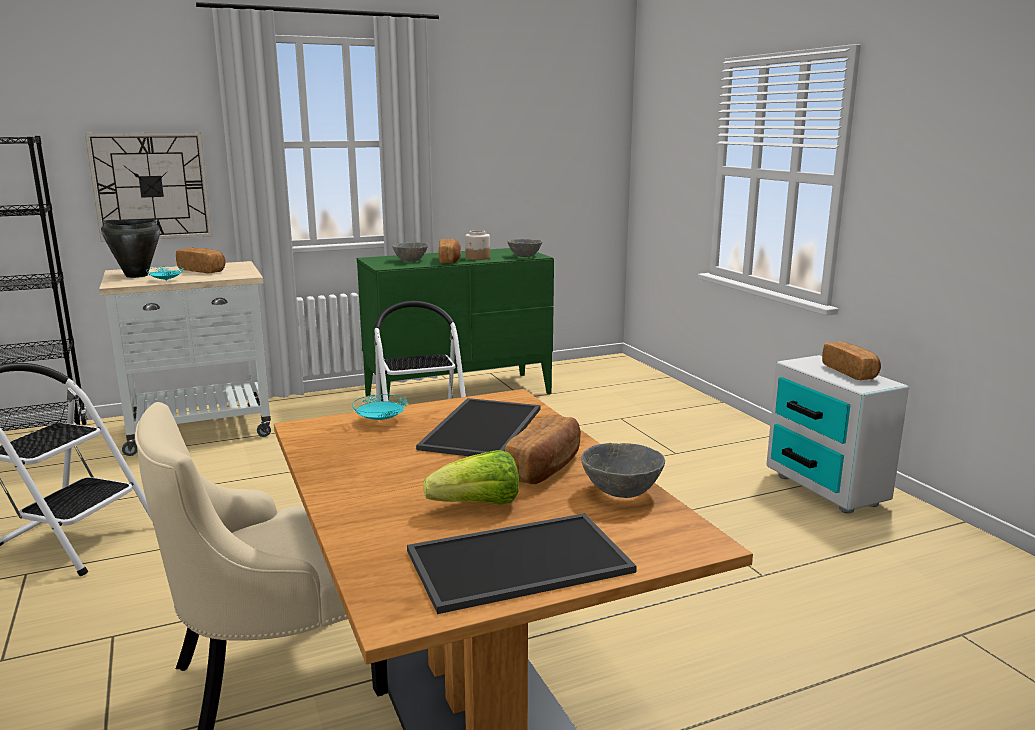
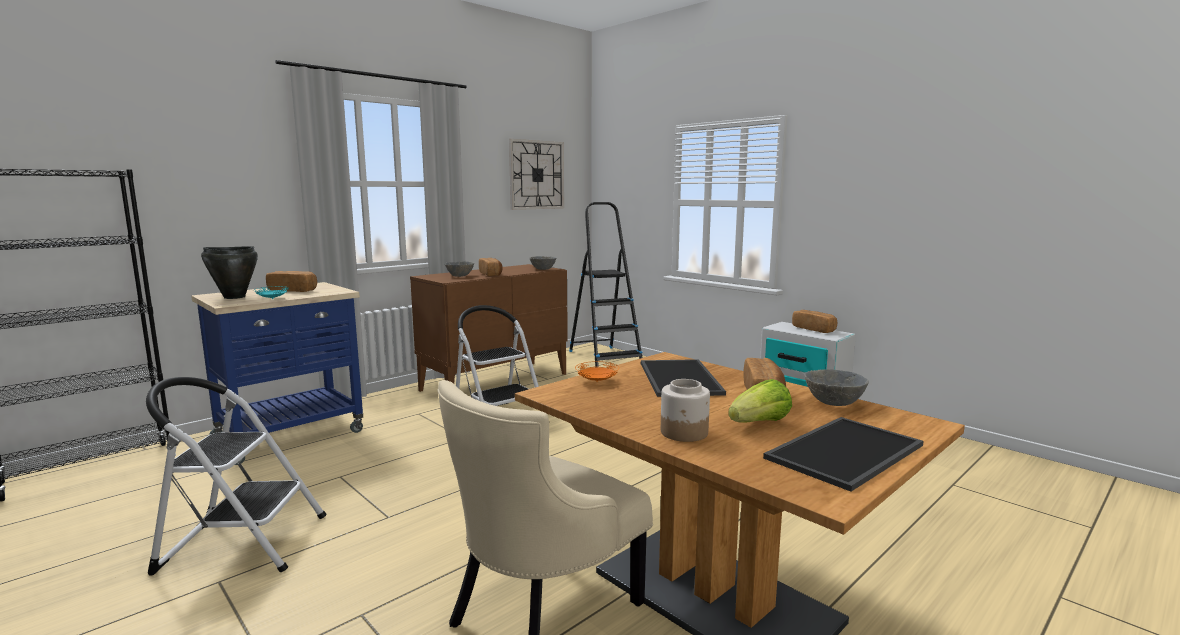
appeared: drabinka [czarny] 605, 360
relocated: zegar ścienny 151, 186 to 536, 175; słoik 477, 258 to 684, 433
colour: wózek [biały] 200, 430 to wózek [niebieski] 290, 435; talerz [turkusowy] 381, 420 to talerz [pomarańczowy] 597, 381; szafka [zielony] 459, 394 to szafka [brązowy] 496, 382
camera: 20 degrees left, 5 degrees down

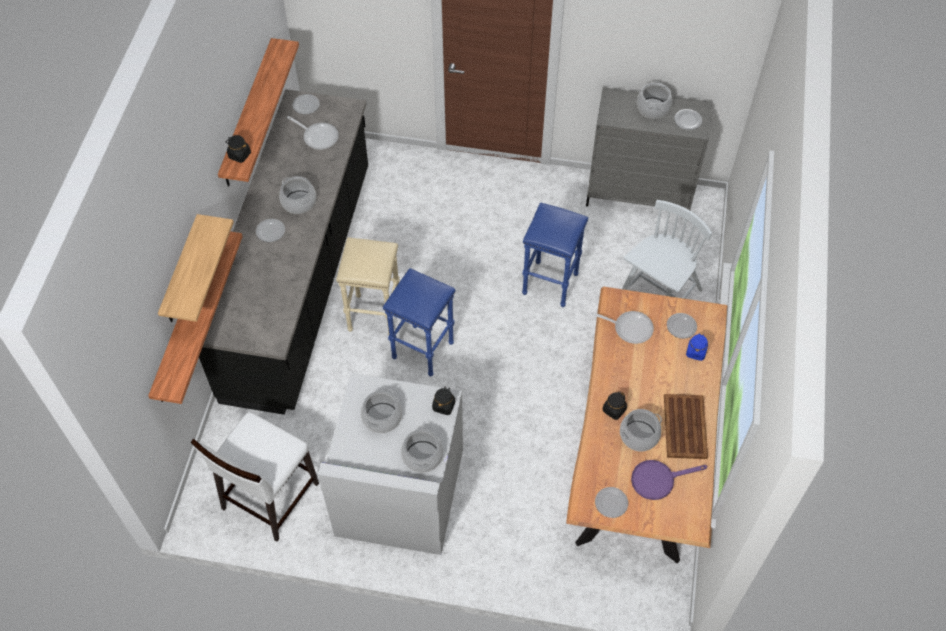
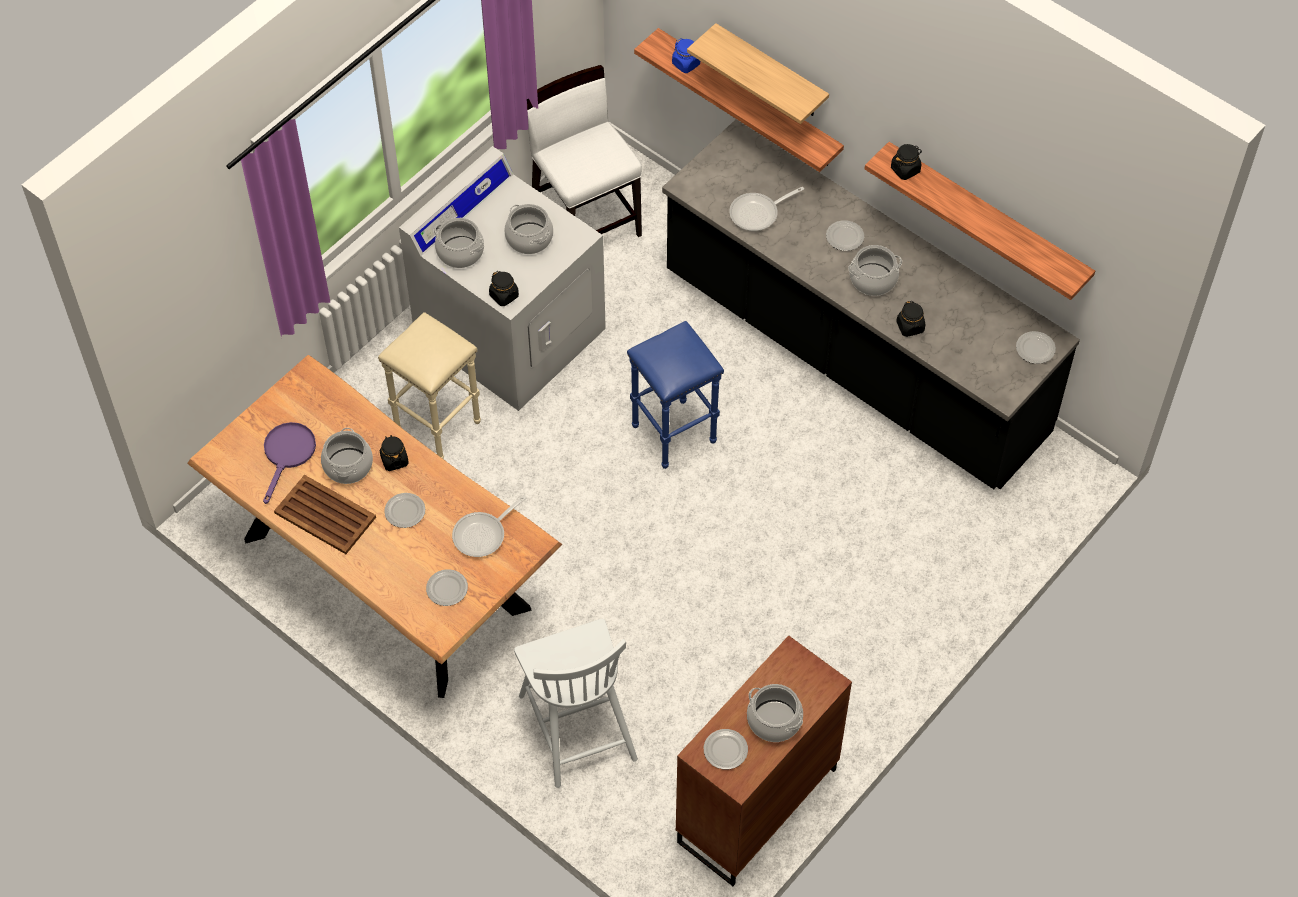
missing: stołek [niebieski] 551, 283
appeared: słoik [czarny] 910, 327
relocated: patelnia 318, 136 to 758, 213; stołek [beżowy] 373, 314 to 439, 425; talerz 610, 503 to 405, 511; słoik [niebieski] 696, 352 to 686, 64
colour: komoda [szary] 639, 195 to komoda [brązowy] 757, 807
camera: 120 degrees right, 0 degrees up

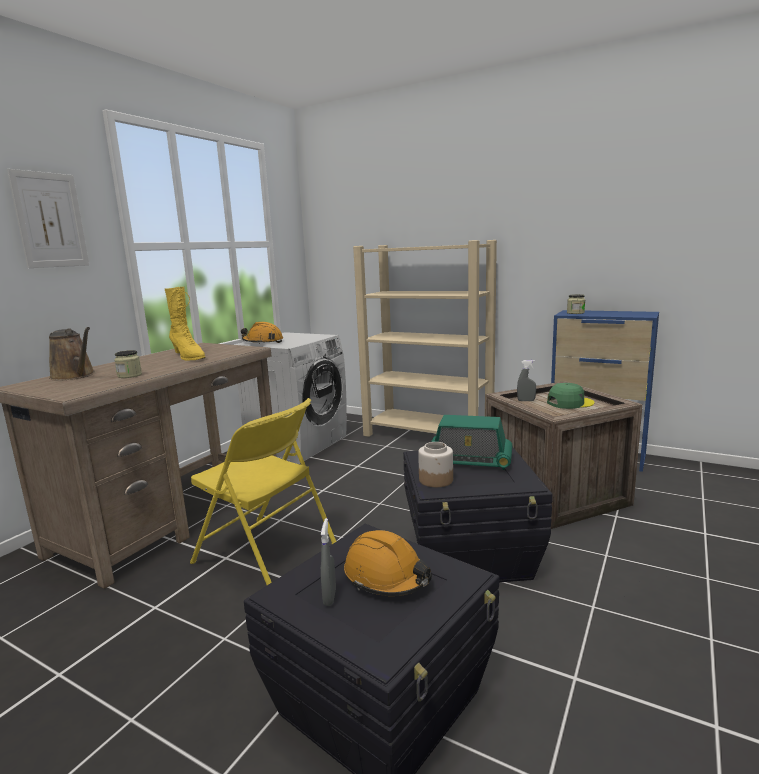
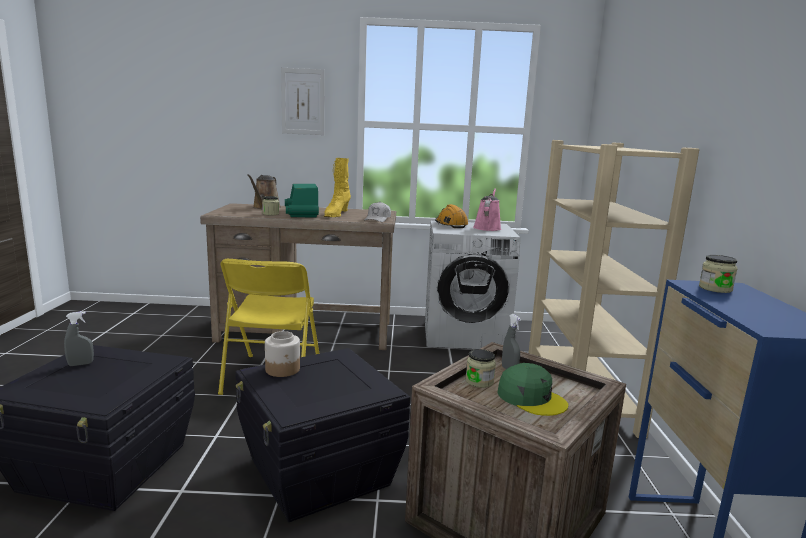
missing: kask [pomarańczowy] 387, 577
appeared: czapka z daszkiem [biały] 378, 219; słoik 479, 381; konewka [różowy] 487, 228
relocated: radio 469, 460 to 302, 213
camera: 60 degrees right, 0 degrees up

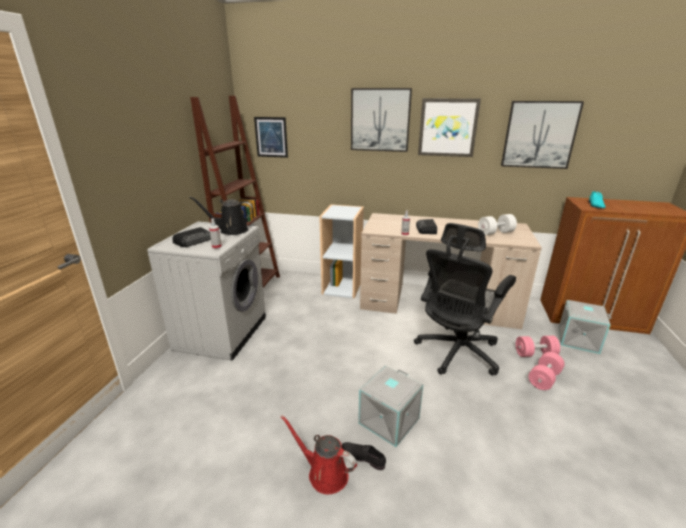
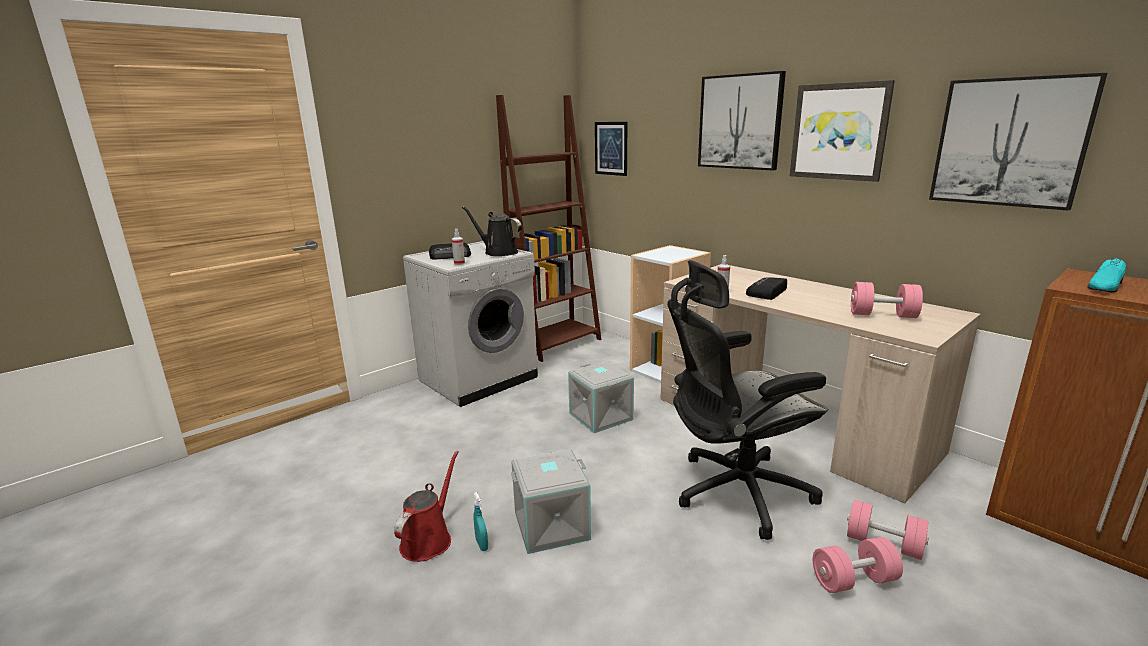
relocated: pojemnik do przechowywania [szary] 578, 339 to 602, 416
exchanged: but [czarny] 363, 456 to spryskiwacz [turkusowy] 482, 545
colour: hantel [biały] 495, 233 to hantel [różowy] 882, 315
spun: konewka [czerwony] 324, 473 = 429, 539 45 degrees clockwise
camera: 35 degrees right, 5 degrees down

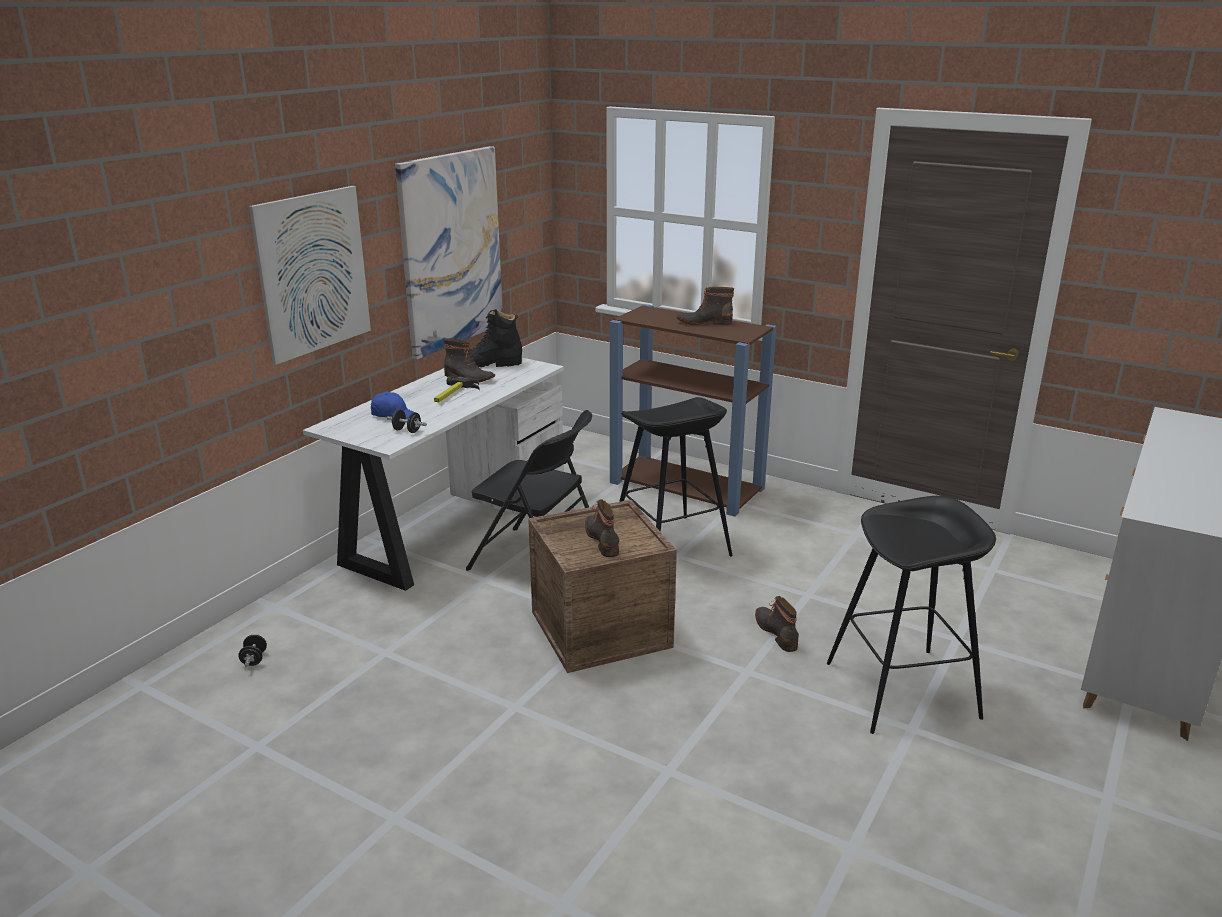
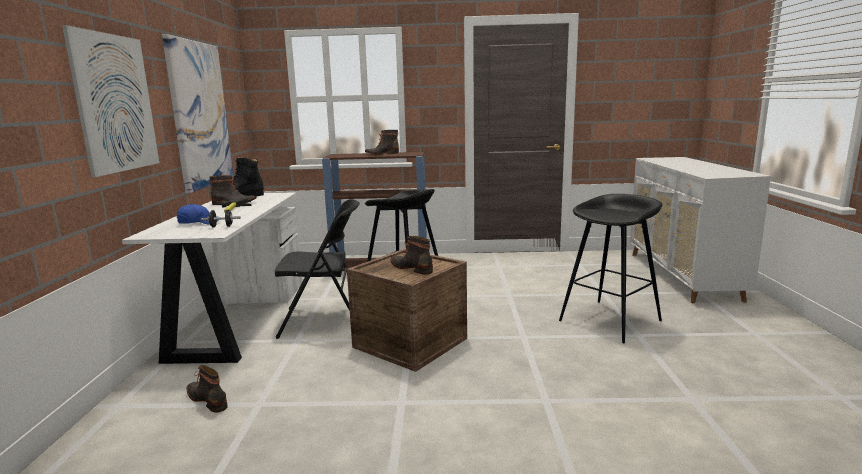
missing: hantel [czarny] 254, 659
relocated: but z cholewką 777, 632 to 208, 399
camera: 30 degrees left, 10 degrees down

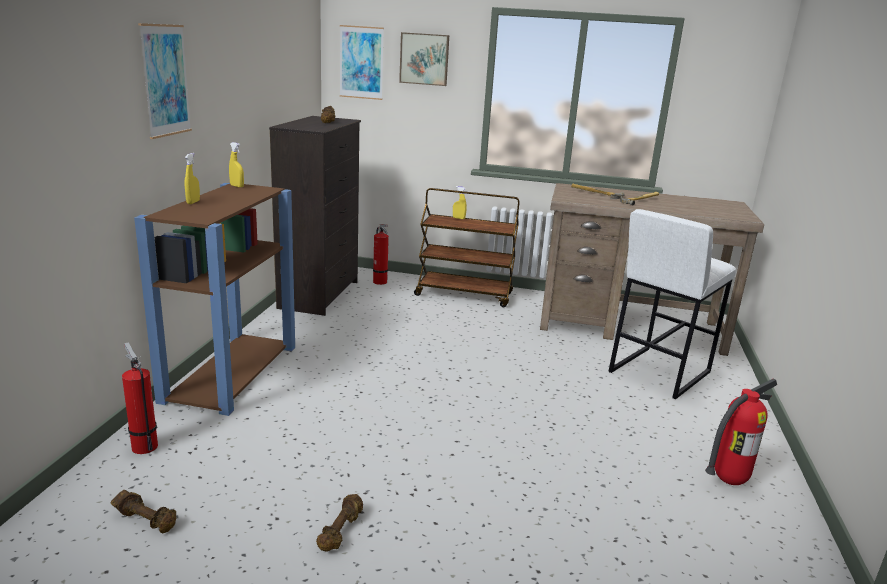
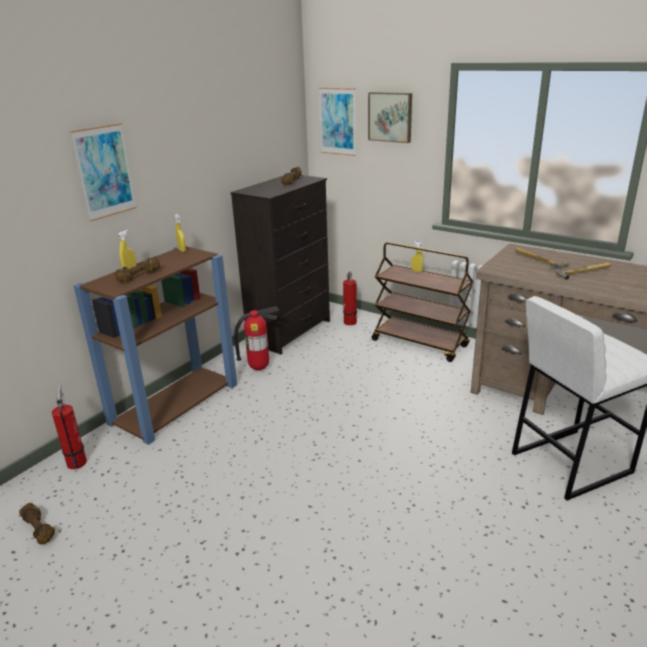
relocated: hantel [brązowy] 341, 531 to 139, 276; gaśnica 728, 480 to 259, 368
camera: 25 degrees right, 5 degrees up

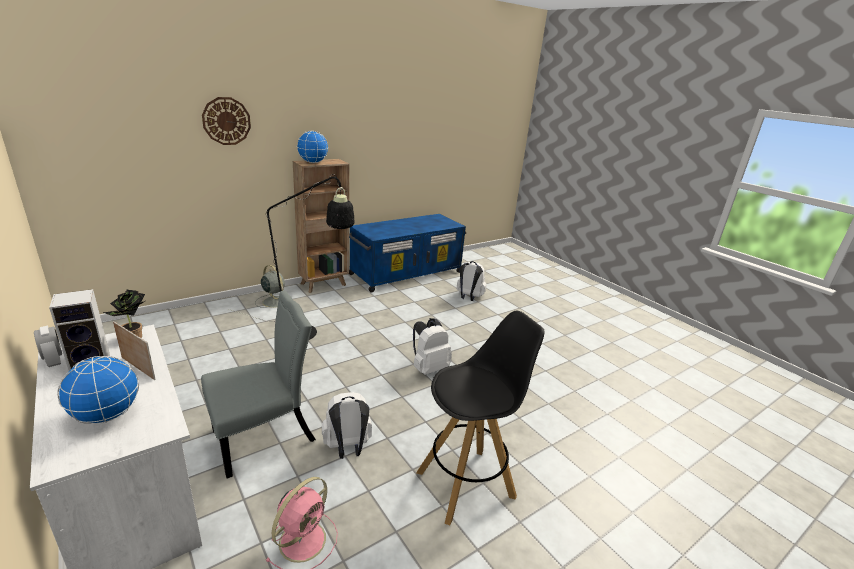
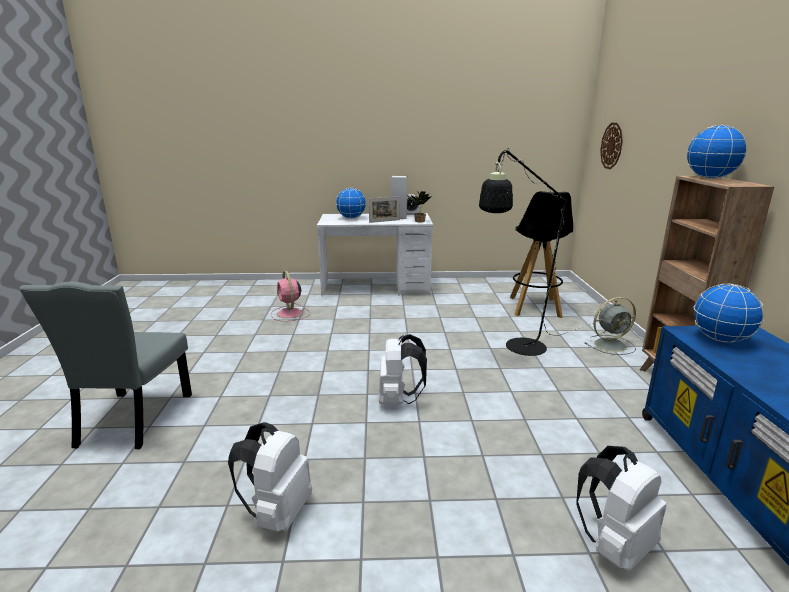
appeared: globus 720, 339
relocated: krzesło [szary] 262, 438 to 134, 418; zegar ścienny 226, 121 to 612, 146; plecak [biały] 347, 448 to 277, 513; stołek [czarny] 467, 484 to 534, 307
camera: 125 degrees right, 5 degrees down

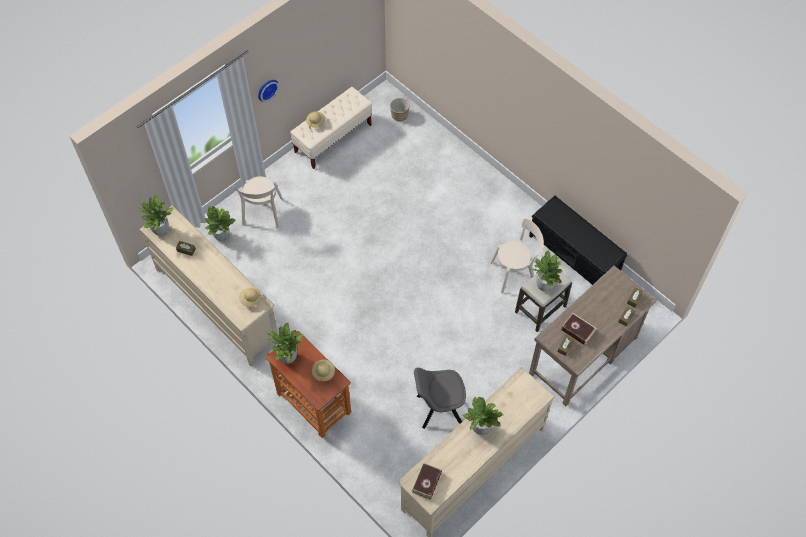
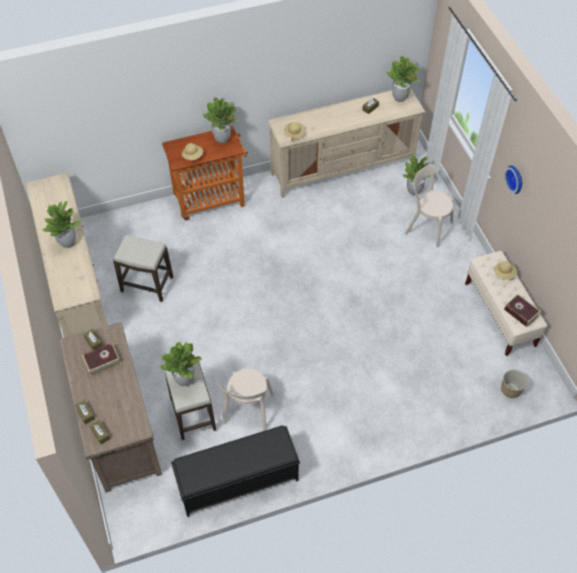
relocated: książka 426, 482 to 521, 313
exchanged: krzesło [szary] 438, 409 to stołek 147, 284
camera: 115 degrees right, 5 degrees down

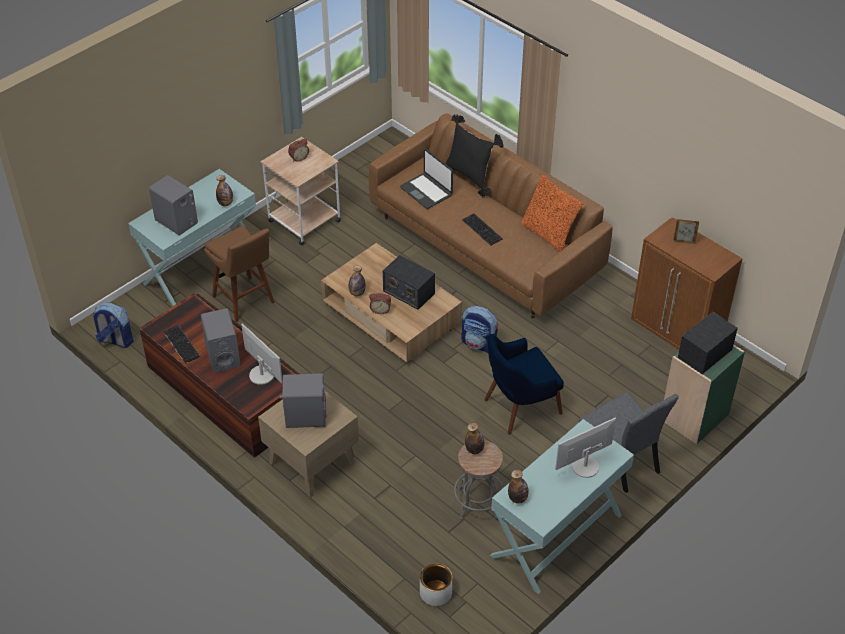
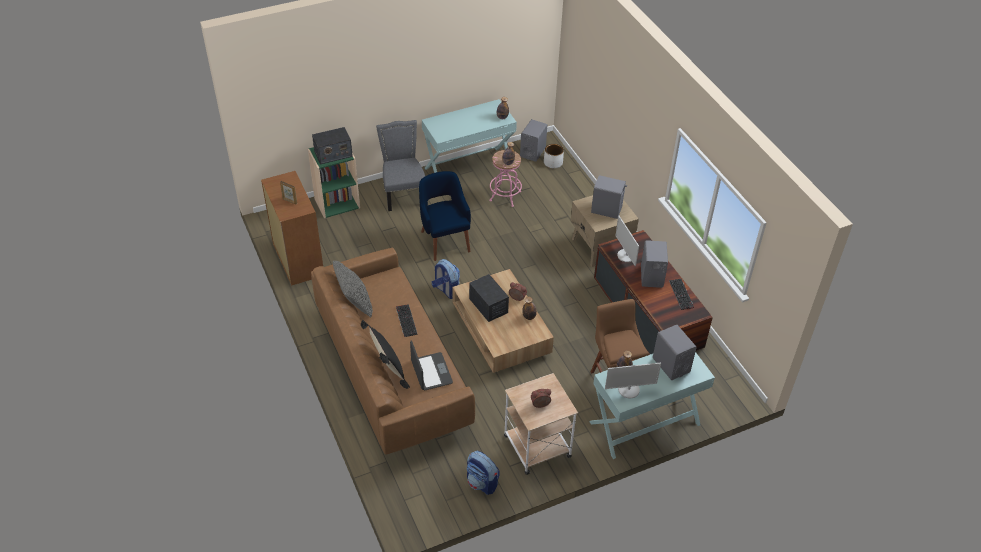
appeared: głośnik [szary] 532, 152
relocated: plecak 115, 340 to 482, 483; monitor 584, 466 to 629, 389
colour: stołek [szary] 478, 503 to stołek [różowy] 505, 196; poduszka [pomarańczowy] 549, 232 to poduszka [szary] 354, 303
spun: fotel [niebieski] 520, 407 = 444, 240 105 degrees counterclockwise
camera: 160 degrees left, 0 degrees up

